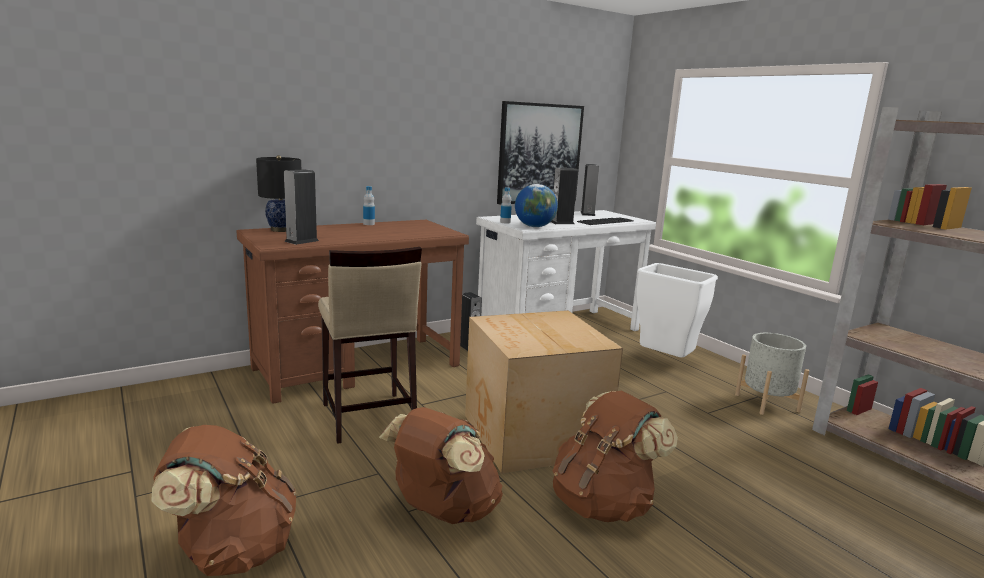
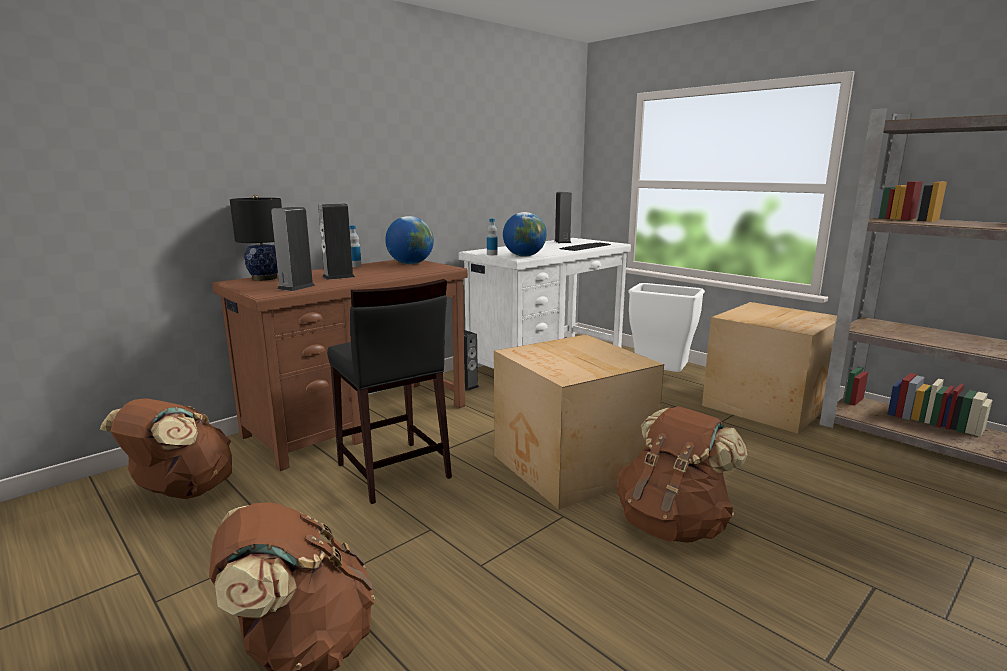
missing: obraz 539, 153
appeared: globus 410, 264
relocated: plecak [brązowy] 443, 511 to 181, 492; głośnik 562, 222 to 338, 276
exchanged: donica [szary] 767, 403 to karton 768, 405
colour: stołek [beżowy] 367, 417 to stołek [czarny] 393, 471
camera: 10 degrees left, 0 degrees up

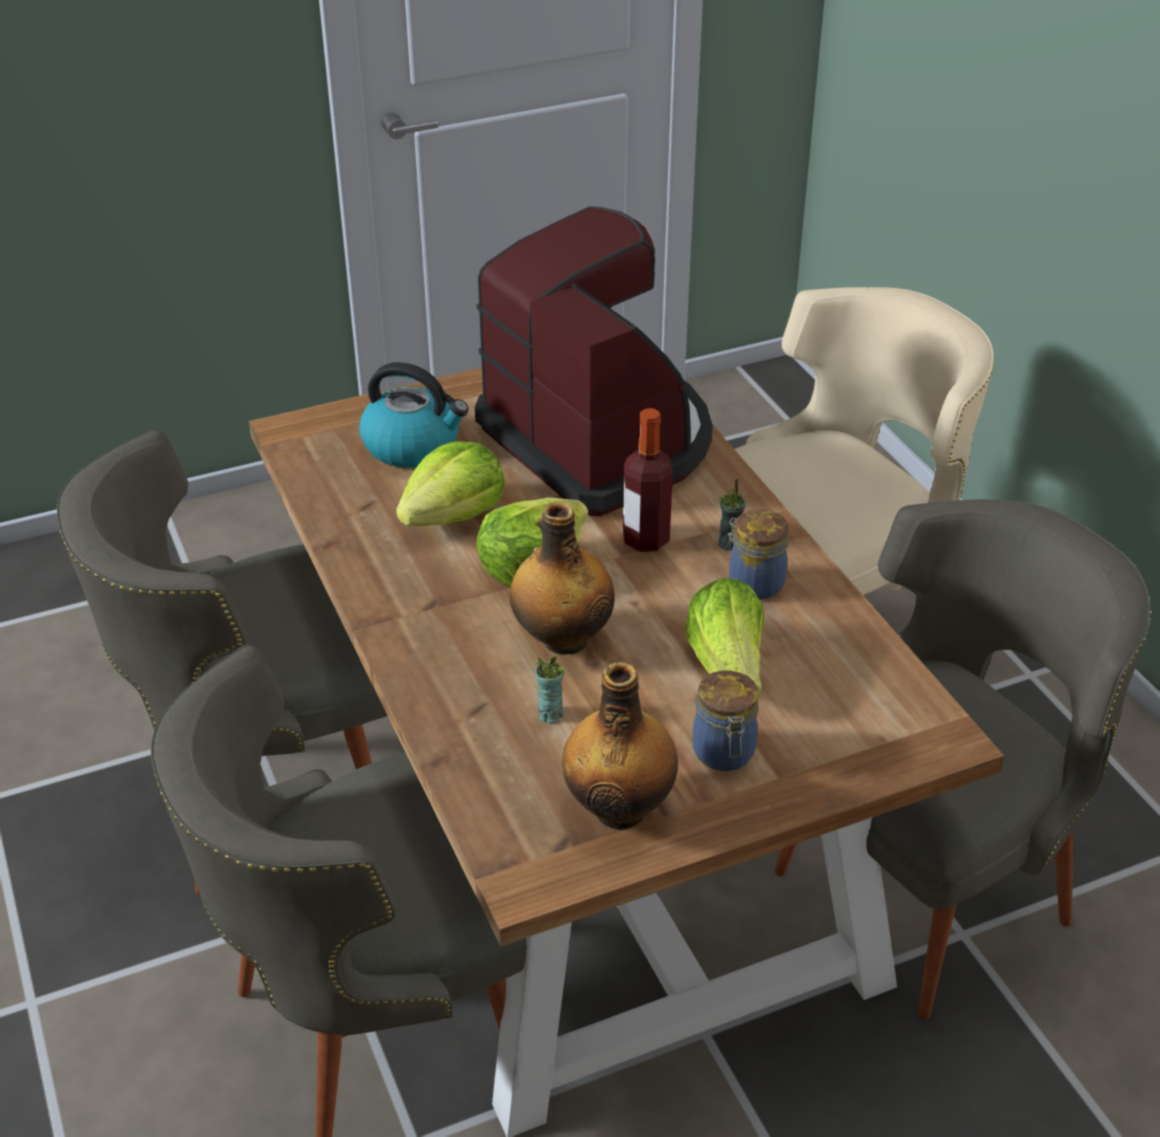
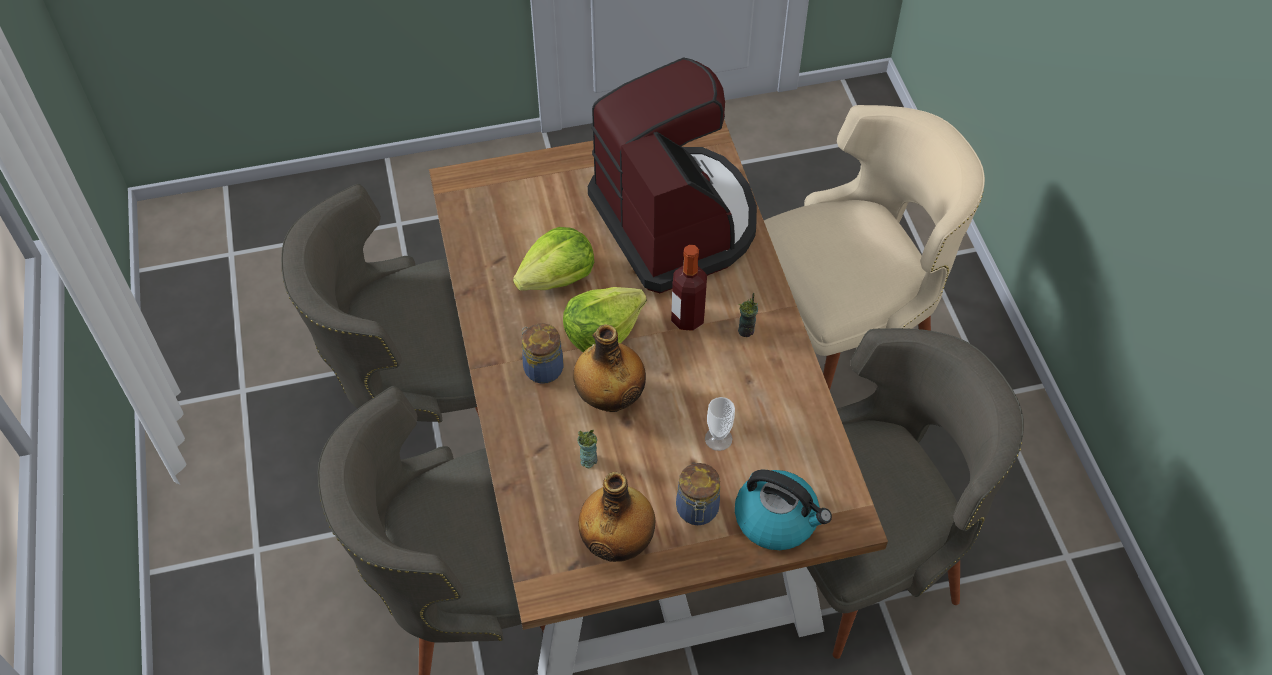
relocated: czajnik 413, 445 to 777, 519; słoik 753, 583 to 542, 368
exchanged: sałata 728, 667 to filiżanka 718, 439
camera: 10 degrees right, 15 degrees up

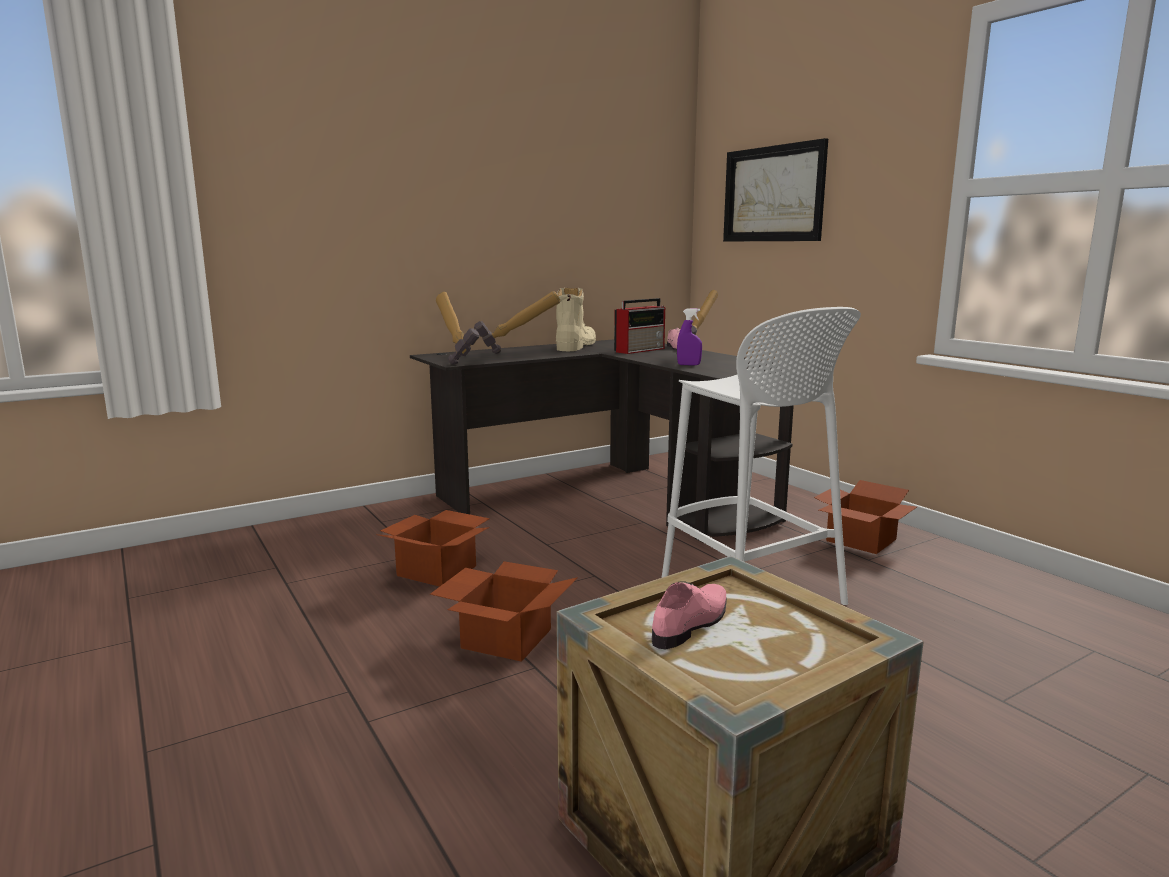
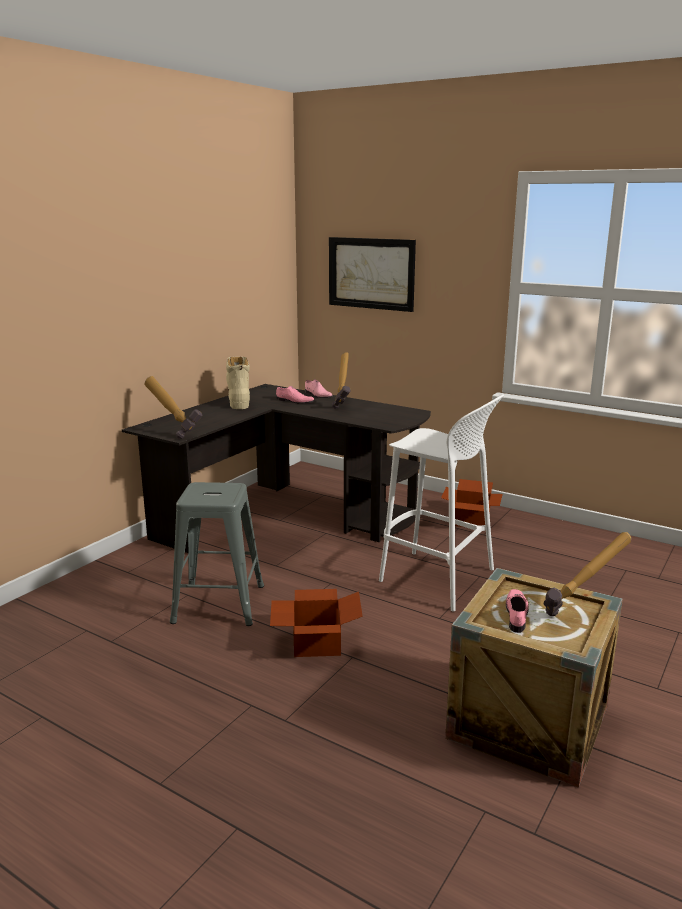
missing: spryskiwacz [fioletowy] 688, 365
relocated: młotek 517, 354 to 583, 614
exchanged: karton 439, 570 to stołek [szary] 219, 603; radio 640, 350 to but [różowy] 294, 401
camera: 25 degrees left, 5 degrees up

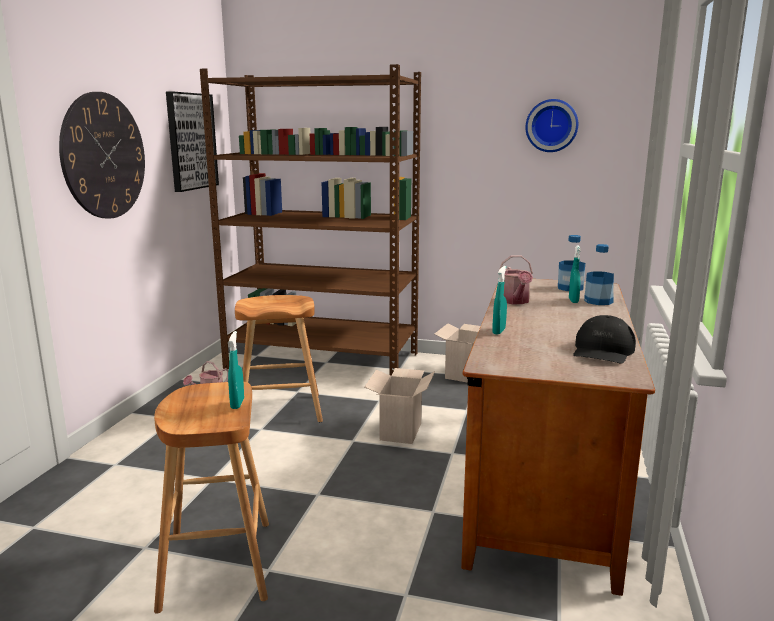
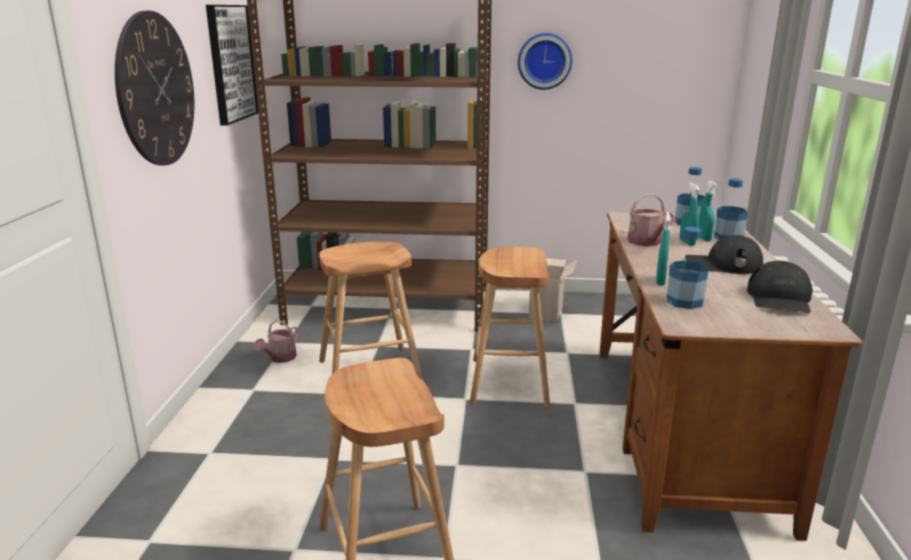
appeared: butelka 684, 301; czapka z daszkiem [czarny] 723, 264
relocated: spryskiwacz [turkusowy] 237, 404 to 687, 242; zegar ścienny 551, 125 to 544, 61
exchanged: karton 399, 430 to stołek [brązowy] 509, 382
camera: 10 degrees left, 5 degrees up

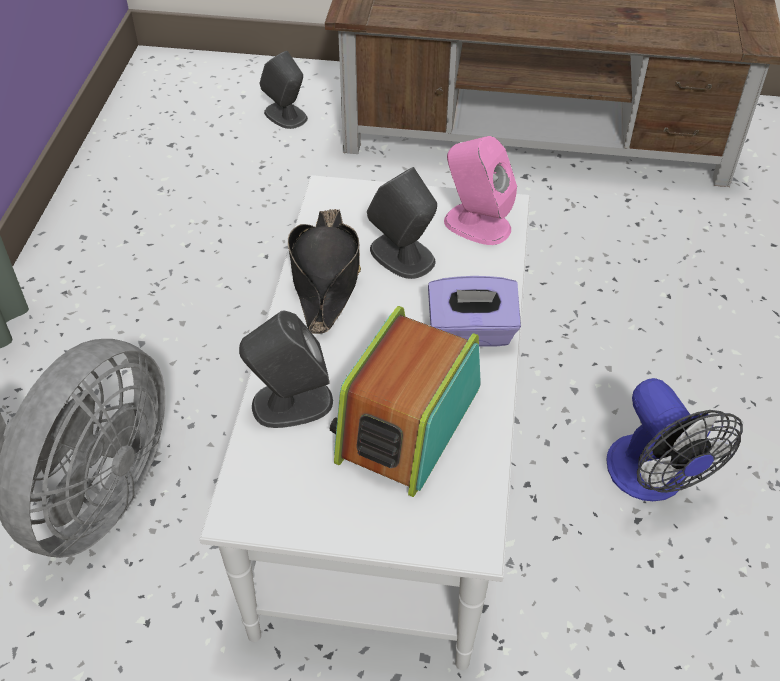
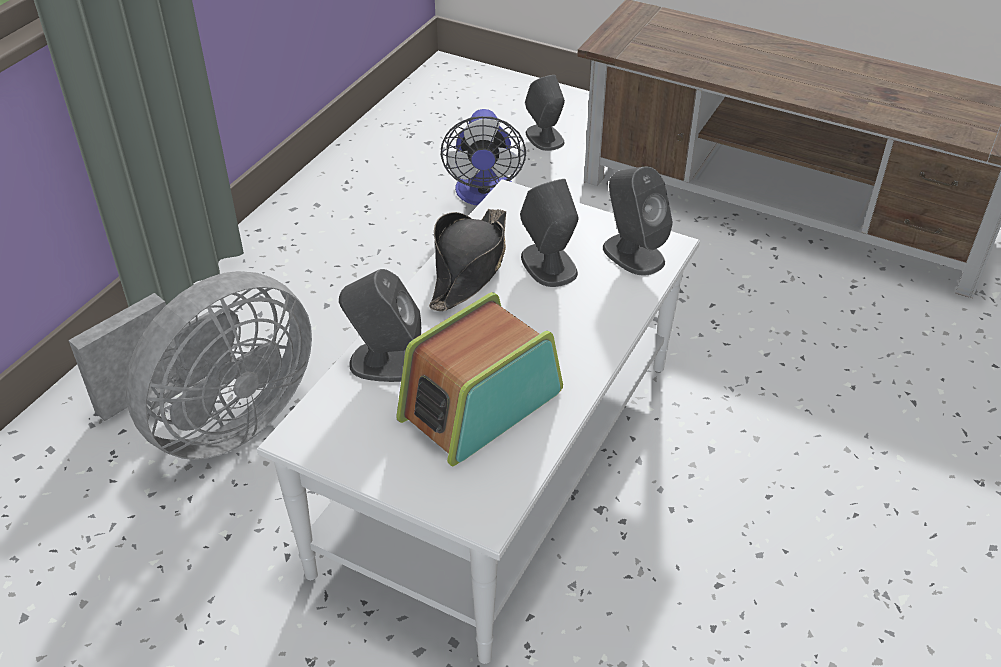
missing: pudełko chusteczek [fioletowy] 471, 332
relocated: wentylator 653, 480 to 484, 195
colour: głośnik [różowy] 476, 224 to głośnik [szary] 632, 254
camera: 20 degrees right, 5 degrees down

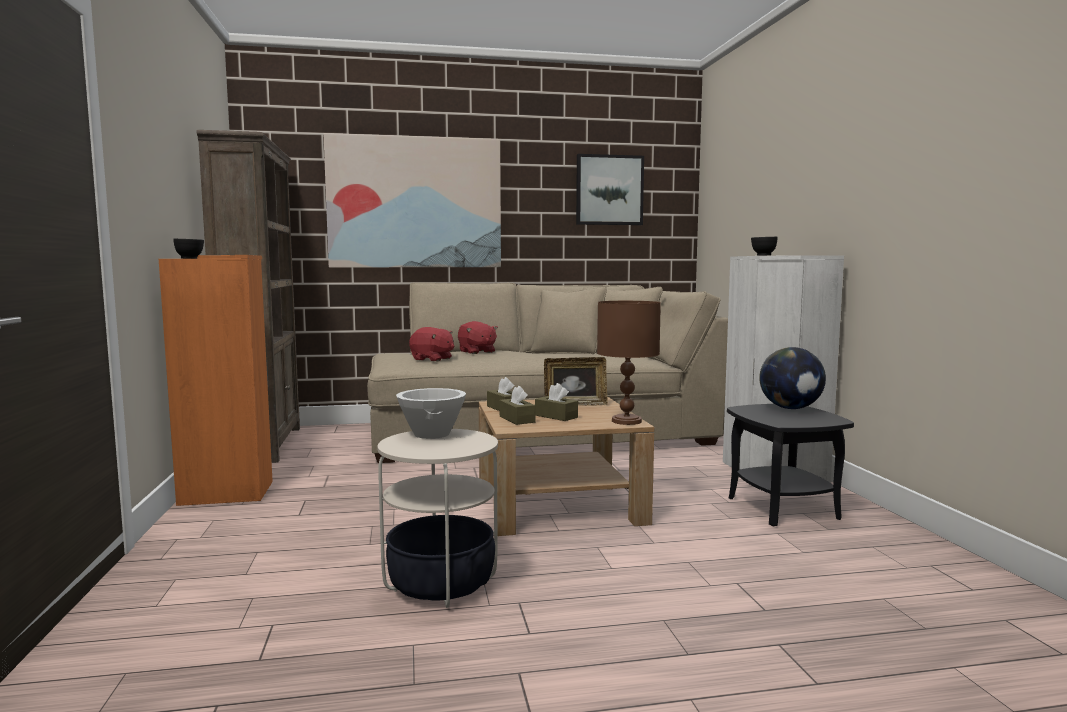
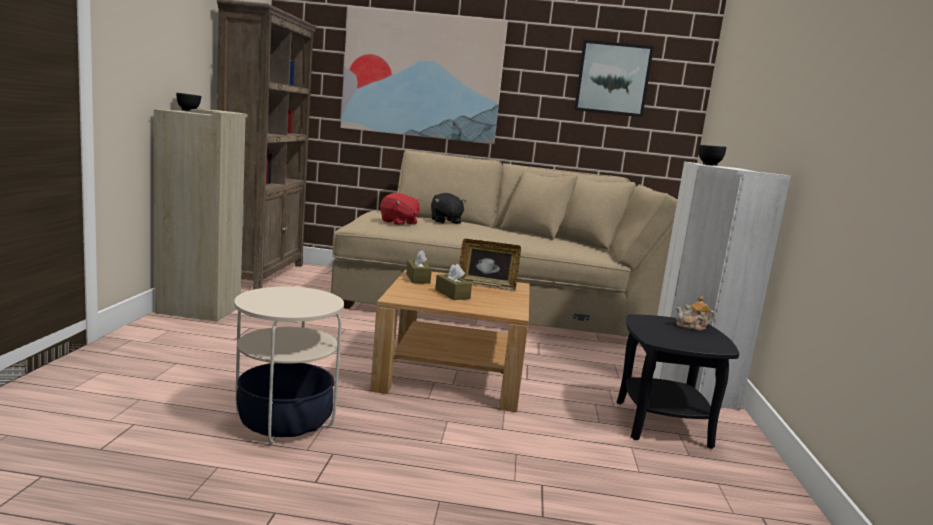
missing: miska [biały] 431, 434; pudełko chusteczek [brązowy] 517, 419; lampa stołowa [brązowy] 627, 421
exchanged: globus 790, 408 to imbryk 692, 327
colour: szafka [pomarańczowy] 228, 488 to szafka [beżowy] 203, 306; pluszak [czerwony] 476, 352 to pluszak [czarny] 445, 221
camera: 15 degrees right, 5 degrees up

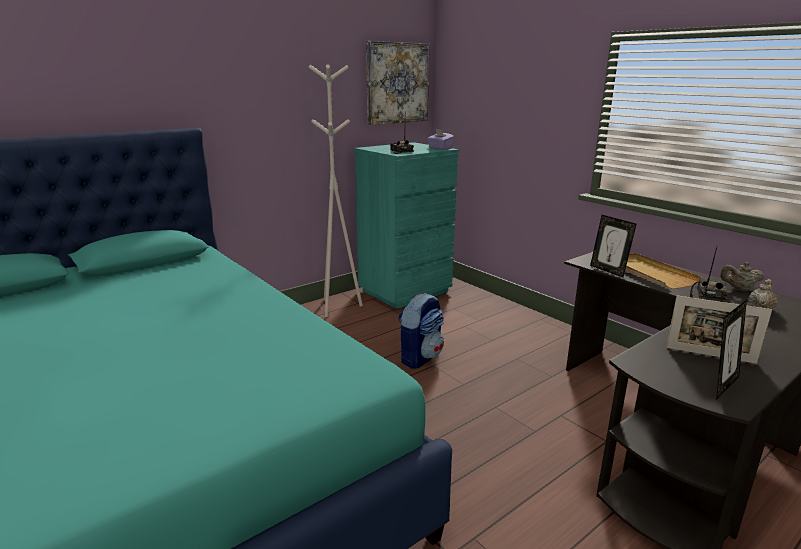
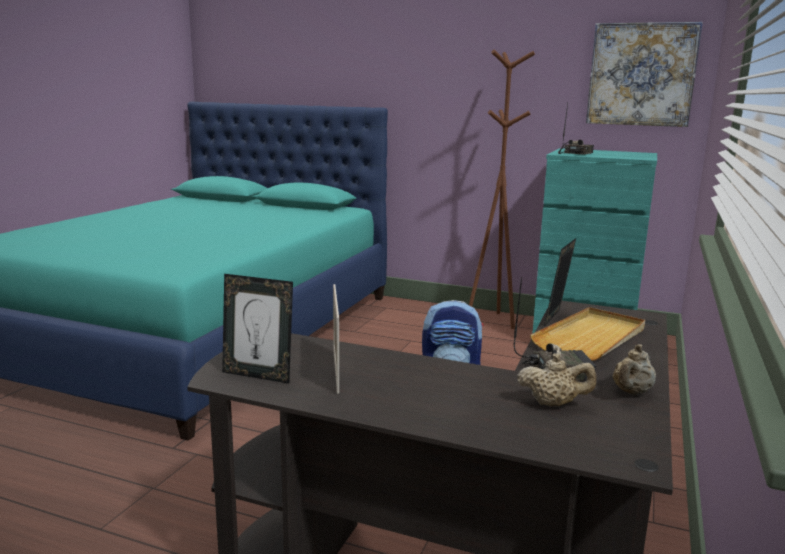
missing: pudełko chusteczek [fioletowy] 440, 148
colour: wieszak [szary] 338, 307 to wieszak [brązowy] 493, 321
spun: imbryk [beżowy] 739, 289 = 631, 392 120 degrees counterclockwise
camera: 60 degrees right, 5 degrees down

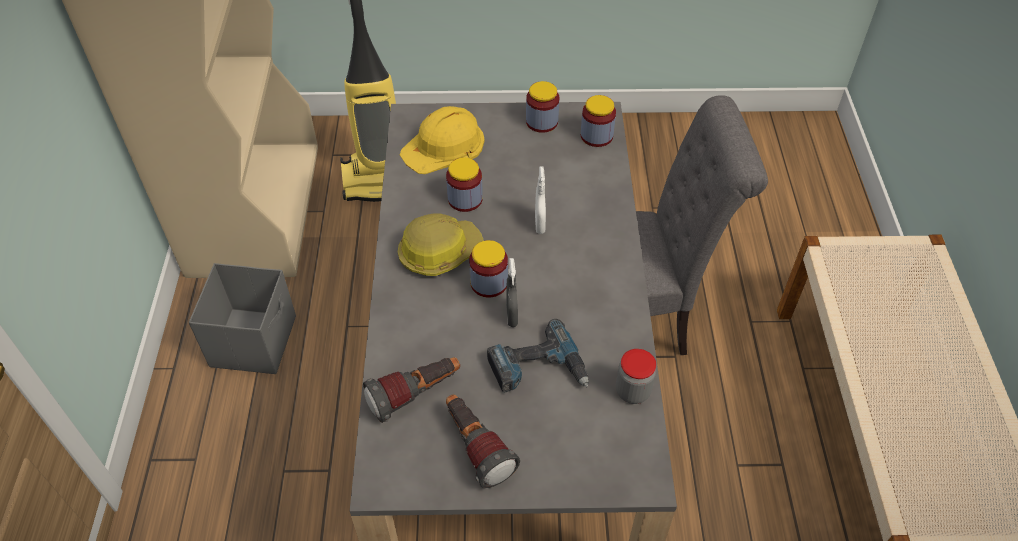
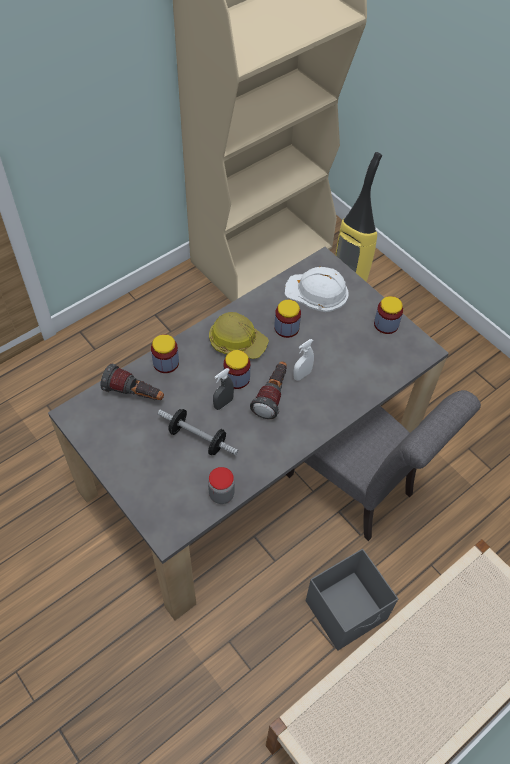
relocated: pojemnik do przechowywania [szary] 255, 340 to 347, 610; latarka 476, 447 to 272, 395; słoik 596, 136 to 166, 363
exchanged: wiertarka 538, 369 to hantel 197, 438
colour: kask [żółty] 444, 146 to kask [biały] 317, 292
camera: 50 degrees right, 5 degrees up

